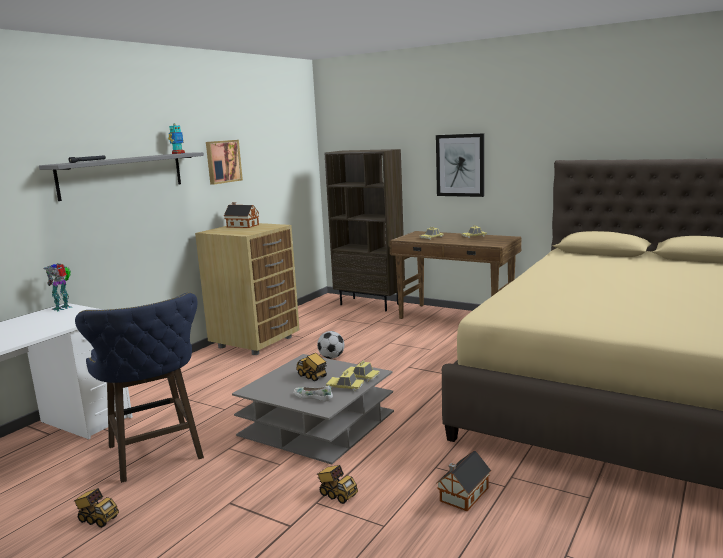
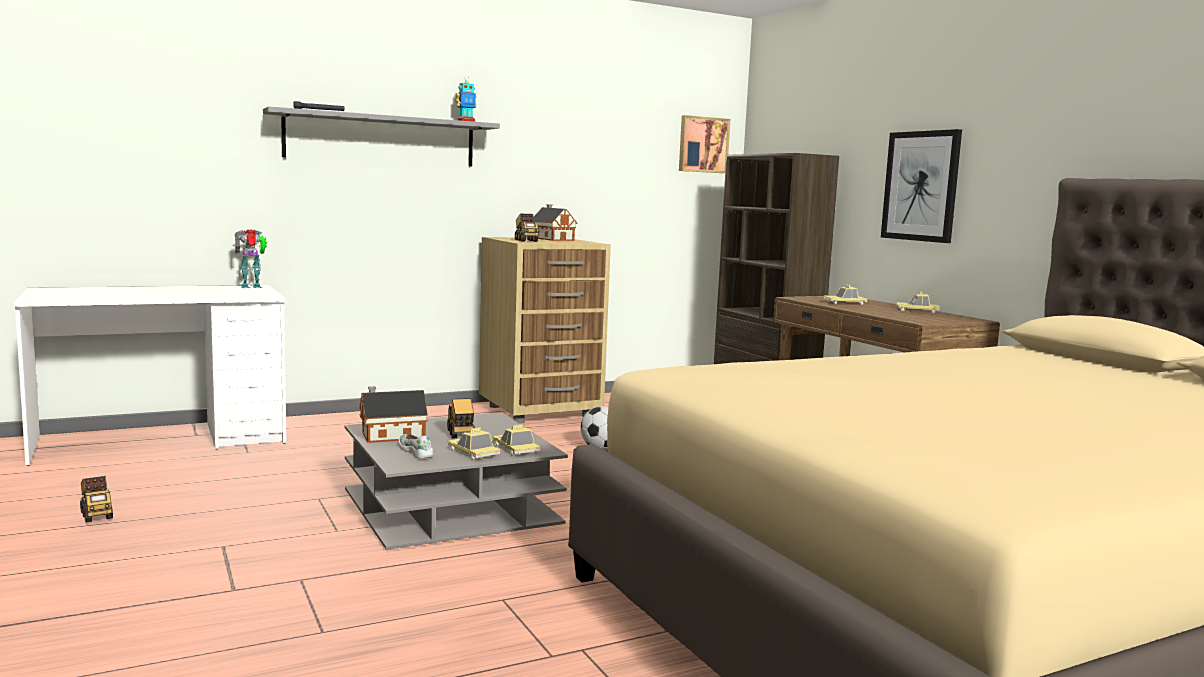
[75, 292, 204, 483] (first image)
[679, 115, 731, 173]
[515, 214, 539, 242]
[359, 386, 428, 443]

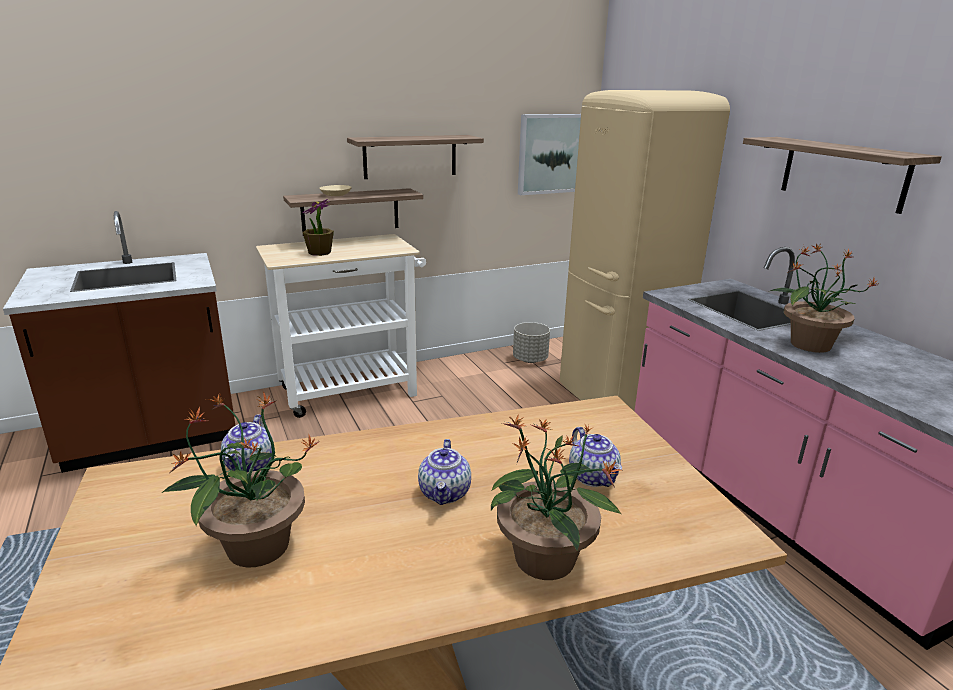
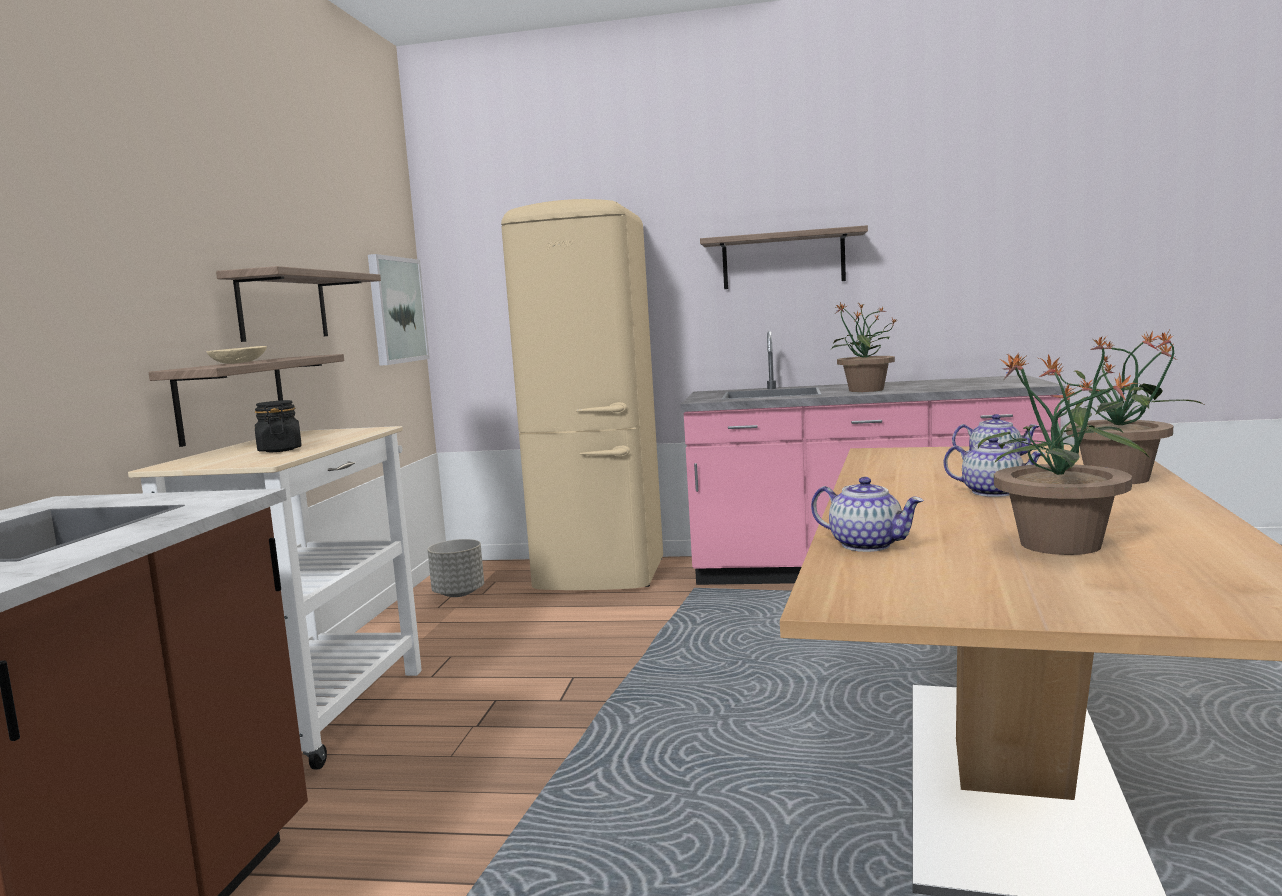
[255, 400, 301, 452]

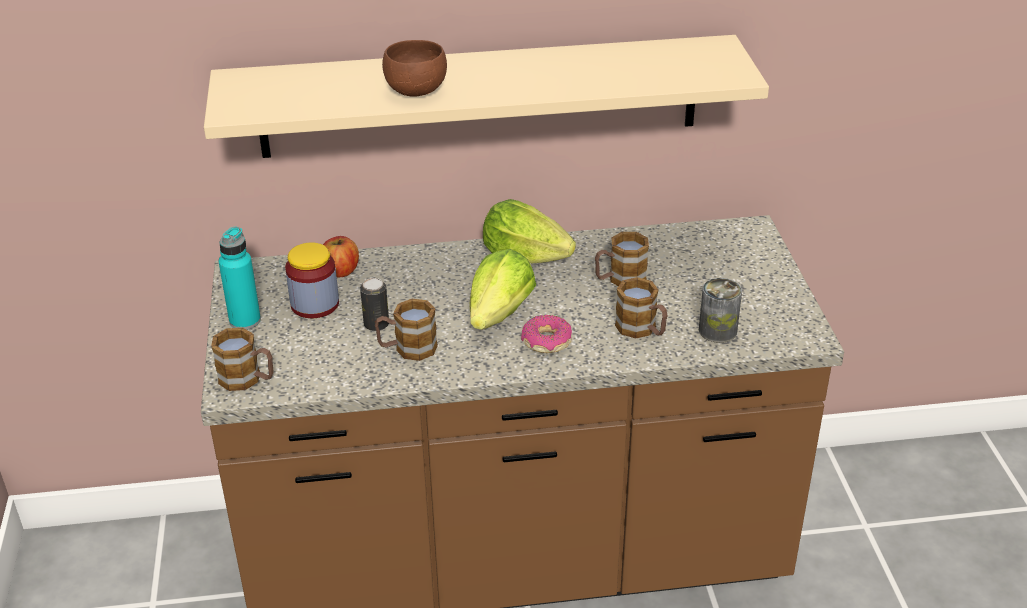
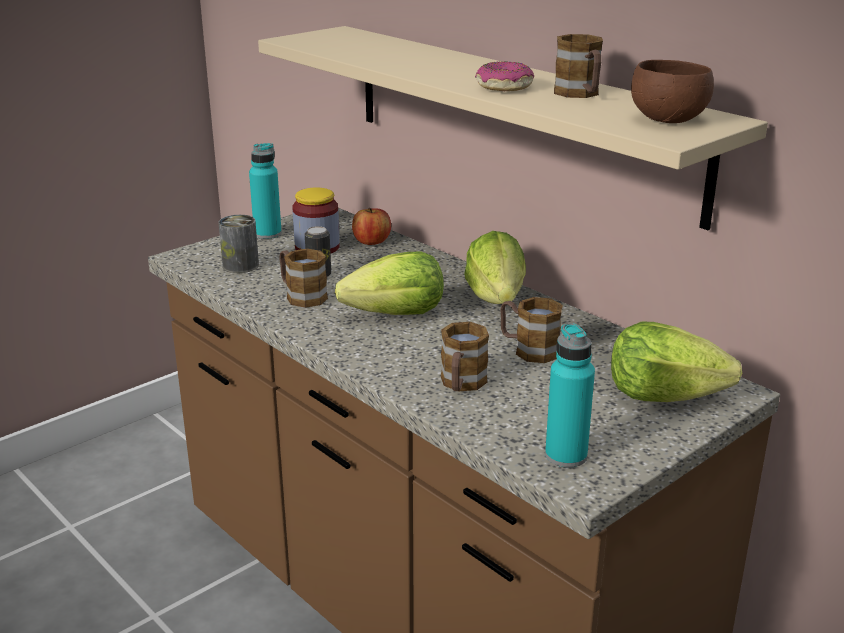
[545, 323, 595, 468]
[611, 321, 742, 402]
[554, 34, 603, 98]
[631, 60, 714, 123]
[475, 61, 534, 91]
[219, 215, 259, 273]

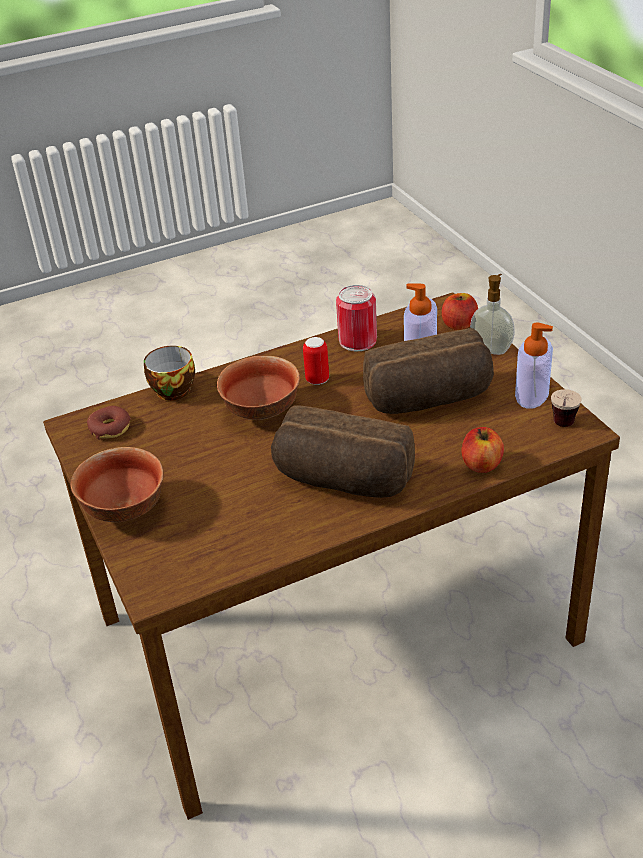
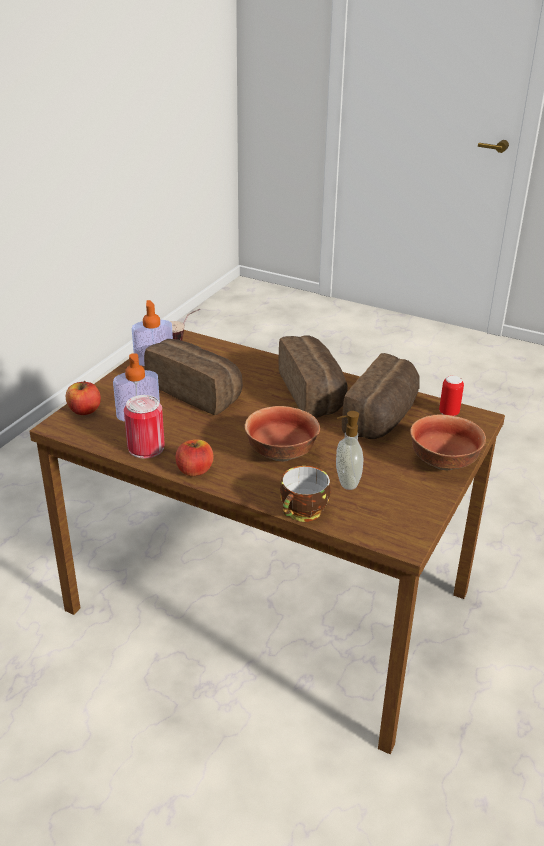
[87, 406, 131, 440] (first image)
[342, 353, 420, 439]
[439, 376, 464, 416]
[176, 439, 214, 476]
[336, 411, 363, 490]

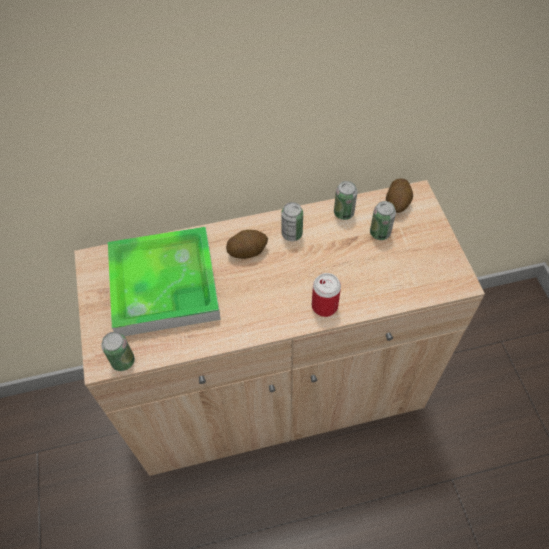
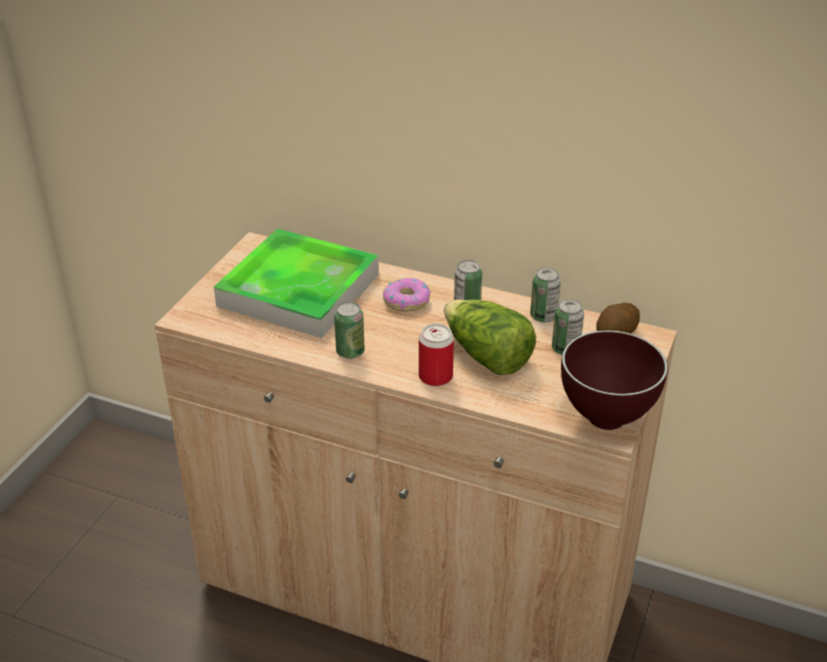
[444, 299, 536, 375]
[561, 330, 668, 430]
[334, 302, 365, 359]
[383, 278, 431, 312]

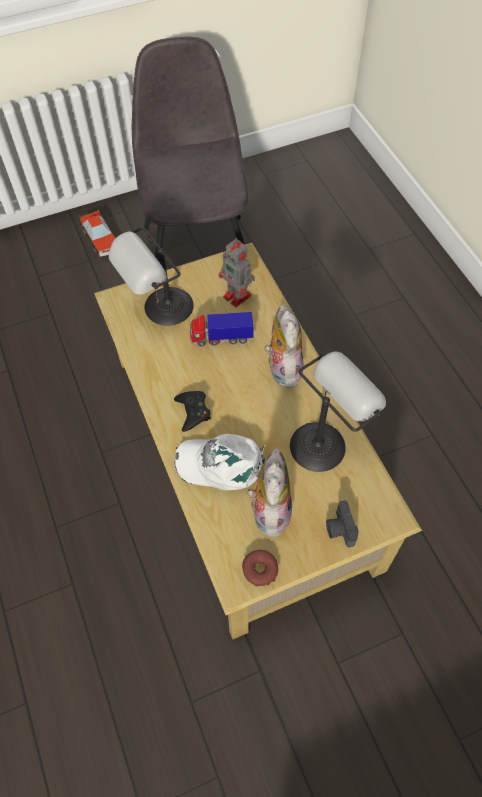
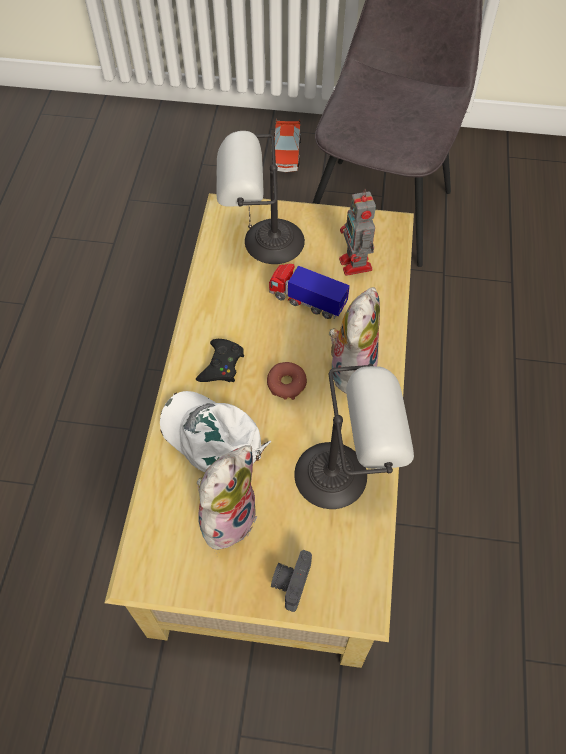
[267, 362, 307, 400]

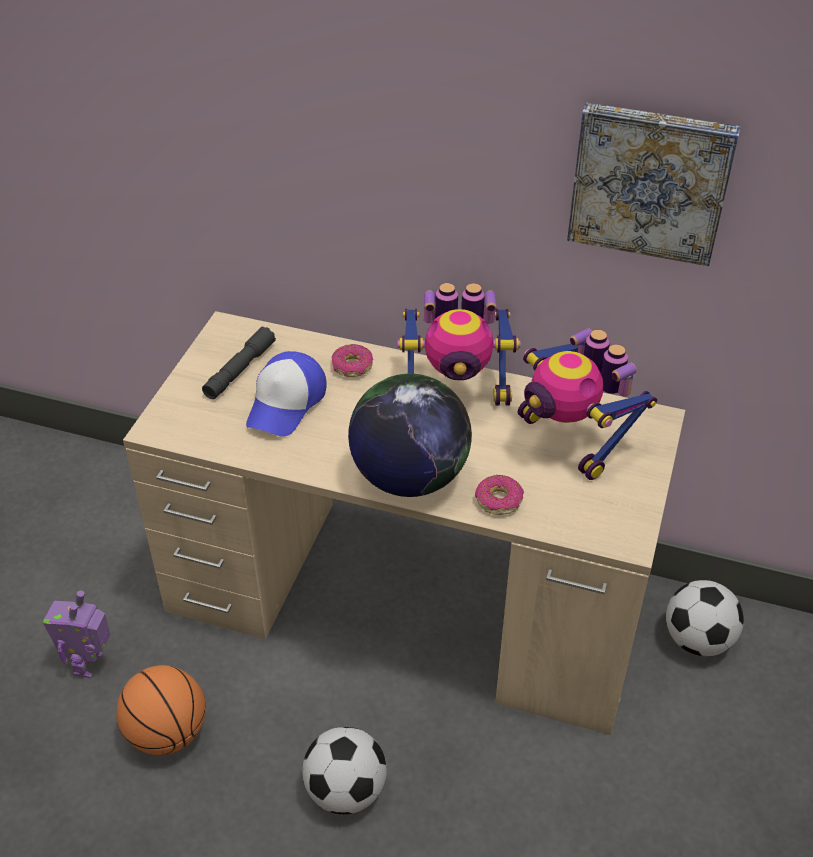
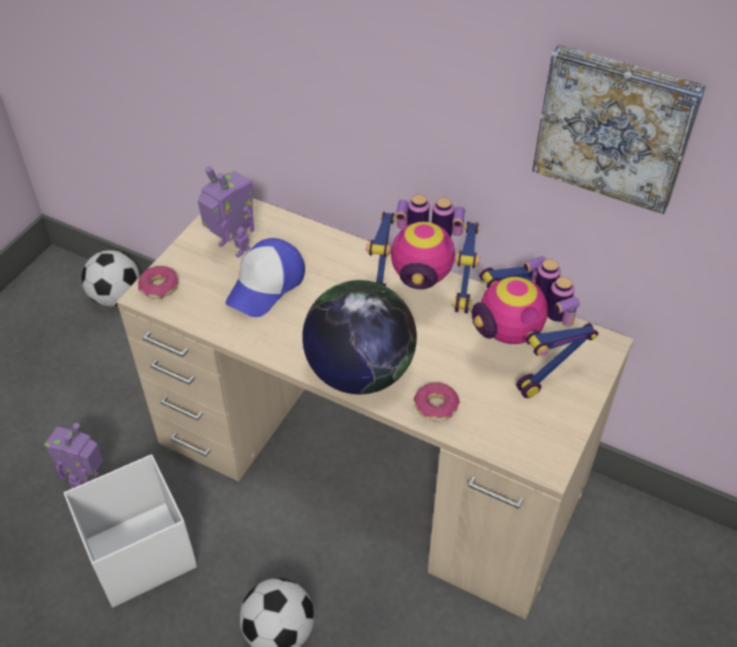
[138, 266, 178, 299]
[81, 250, 140, 307]
[64, 454, 197, 607]
[198, 166, 254, 258]

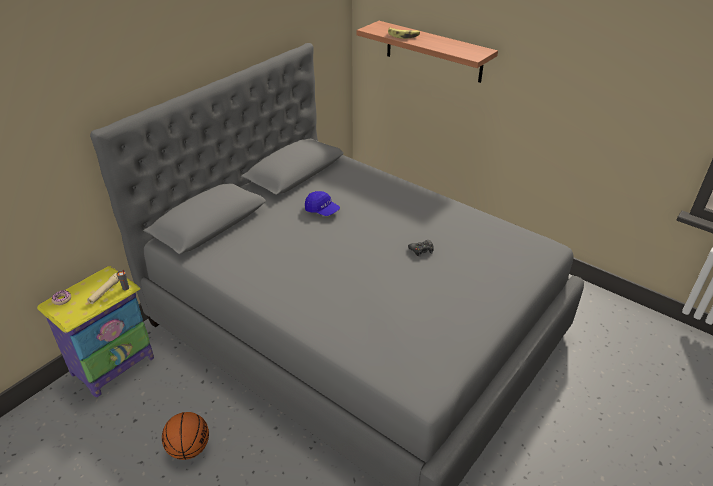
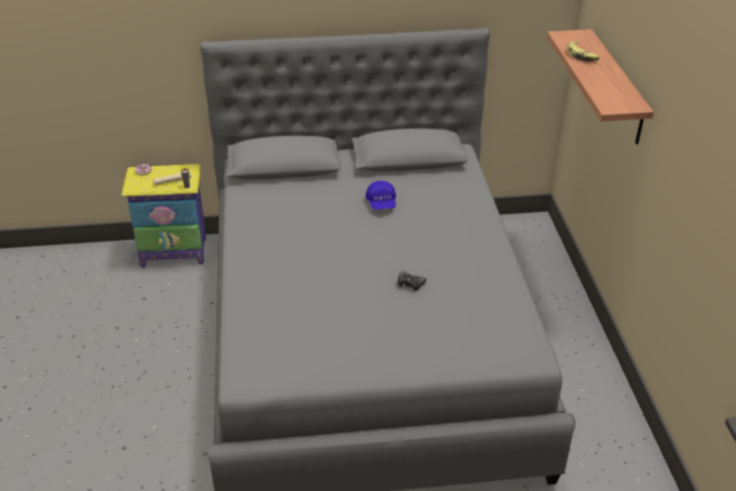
[162, 412, 209, 460] (first image)

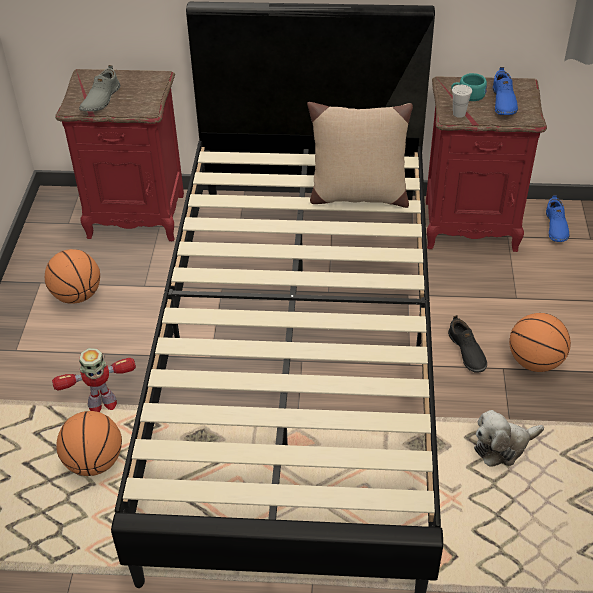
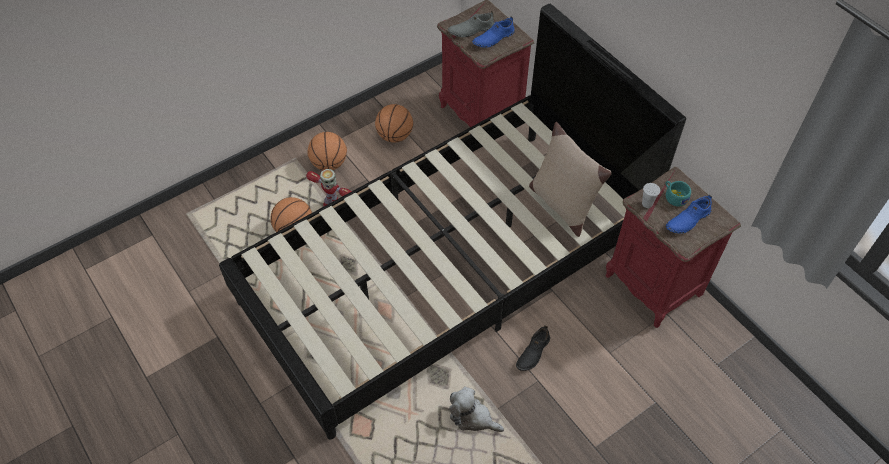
[307, 132, 347, 170]
[472, 17, 515, 48]

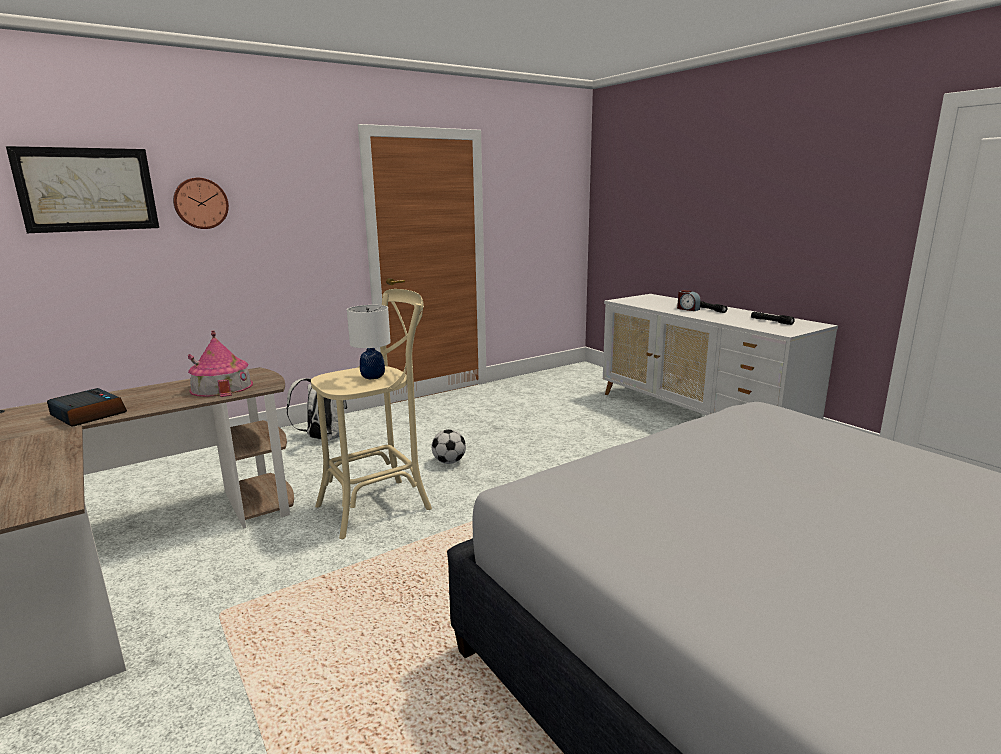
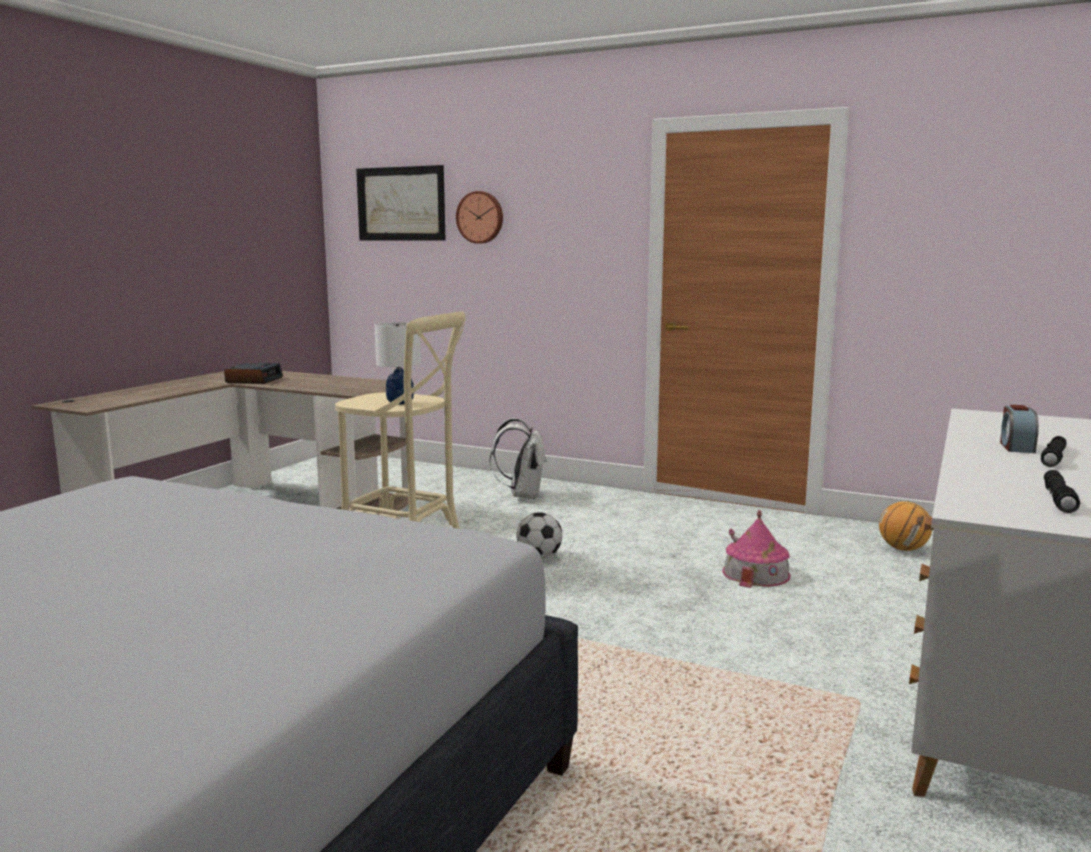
[879, 501, 932, 551]
[722, 510, 791, 588]

